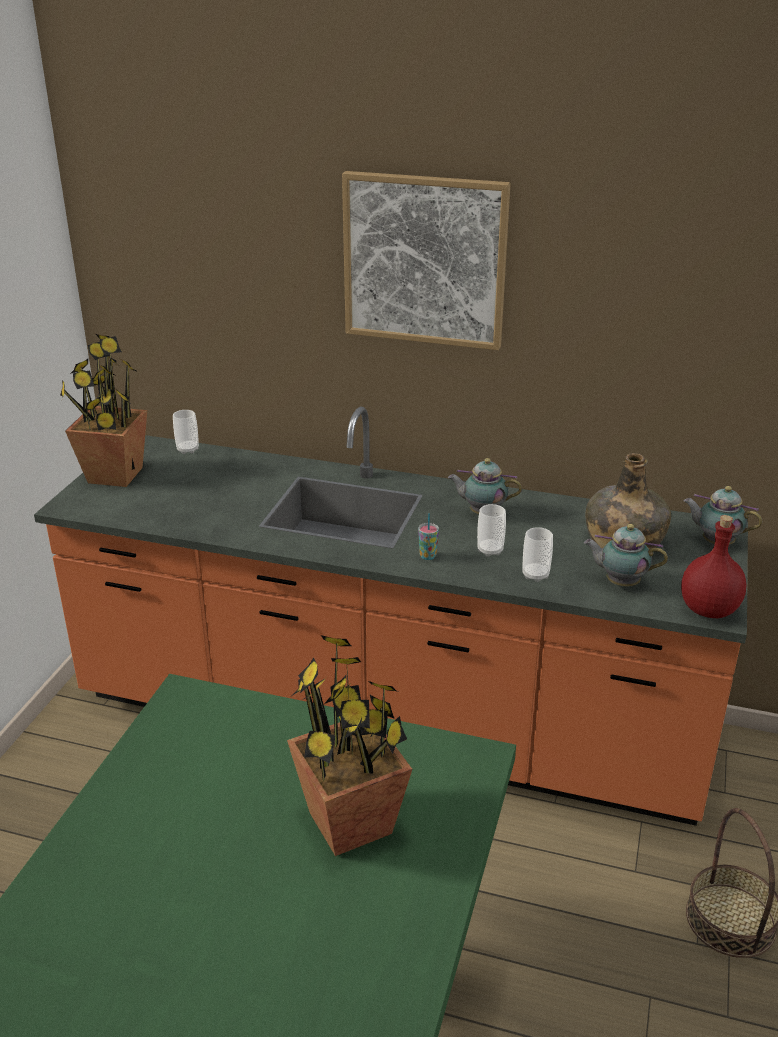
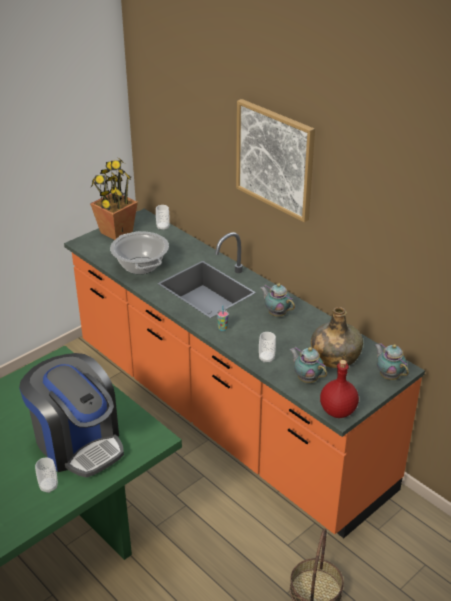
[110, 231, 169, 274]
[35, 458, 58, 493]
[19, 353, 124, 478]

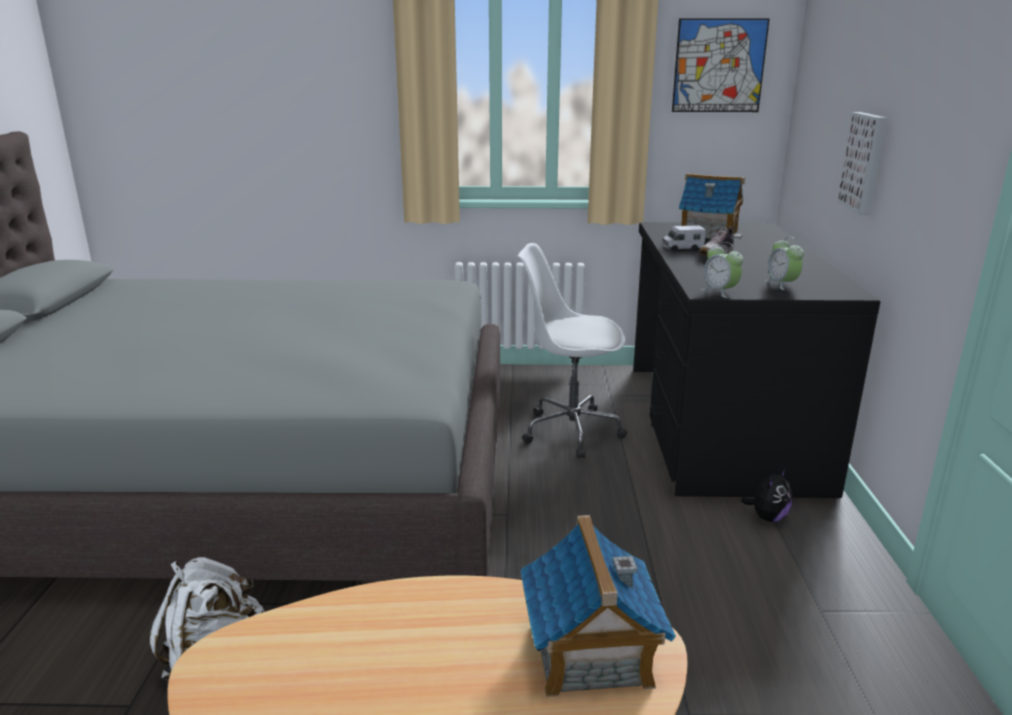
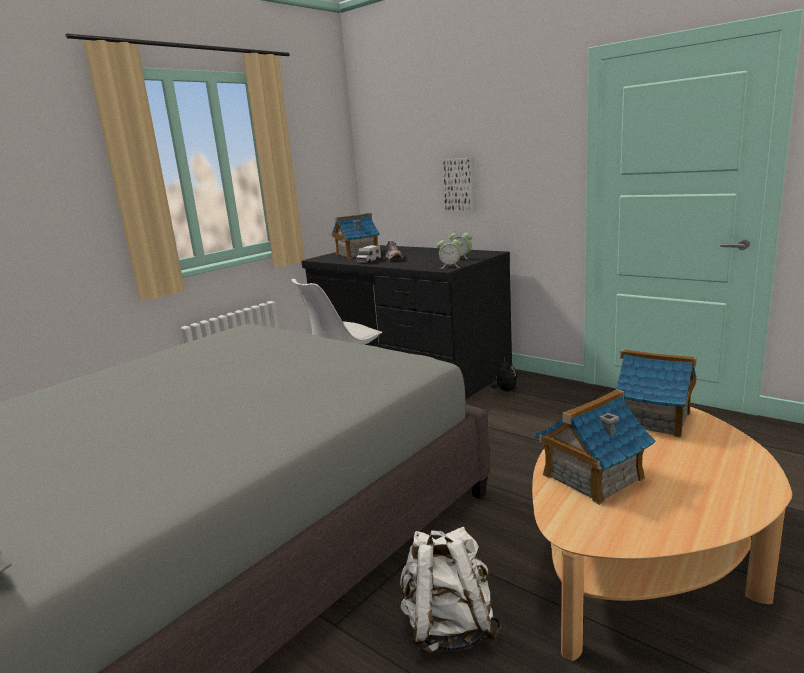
[672, 18, 770, 112] (first image)
[534, 389, 655, 505]

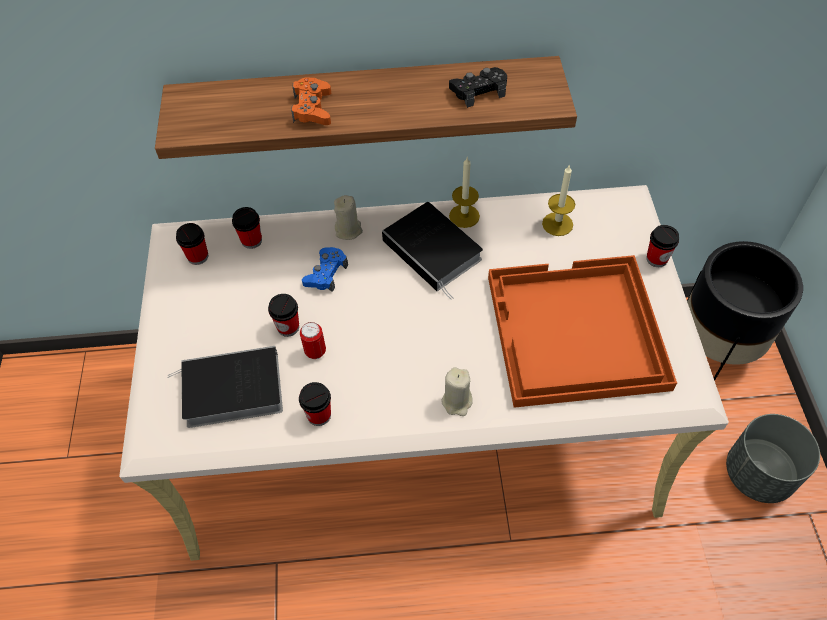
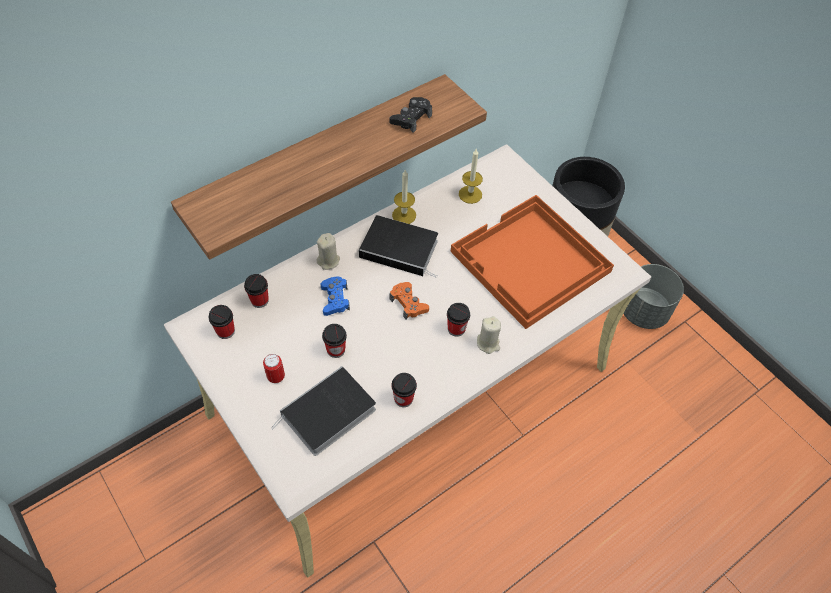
[389, 282, 429, 319]
[263, 354, 285, 383]
[447, 303, 470, 337]

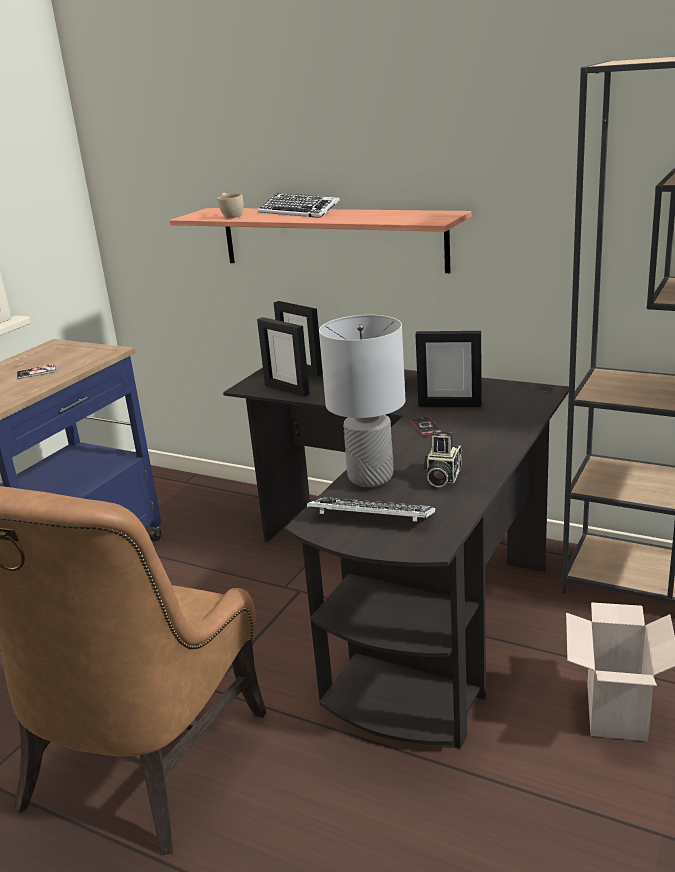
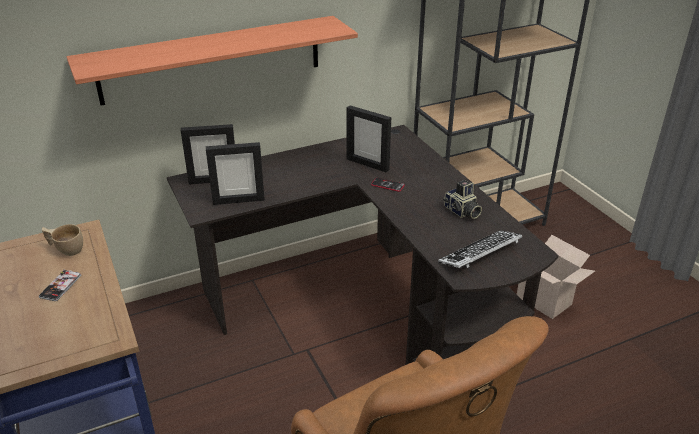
[258, 193, 340, 218] (first image)
[319, 315, 406, 487] (first image)
[42, 224, 83, 256]
[346, 106, 391, 172]

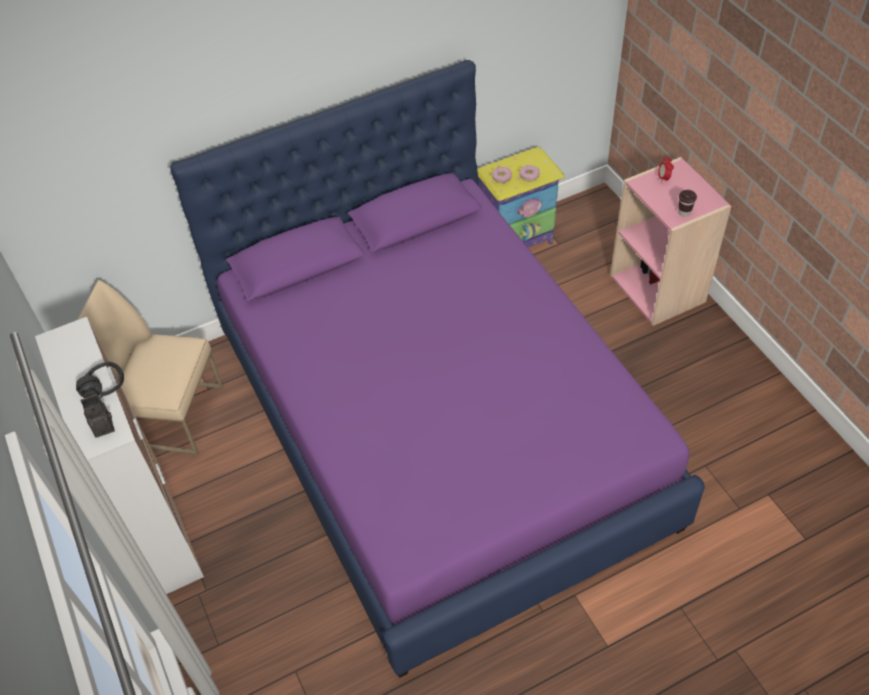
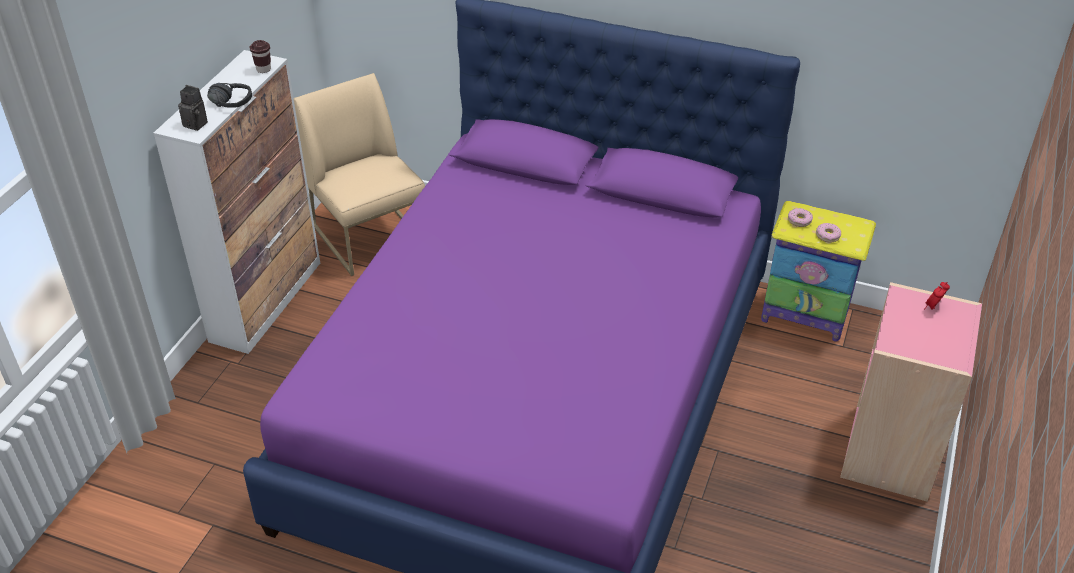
[250, 40, 271, 73]

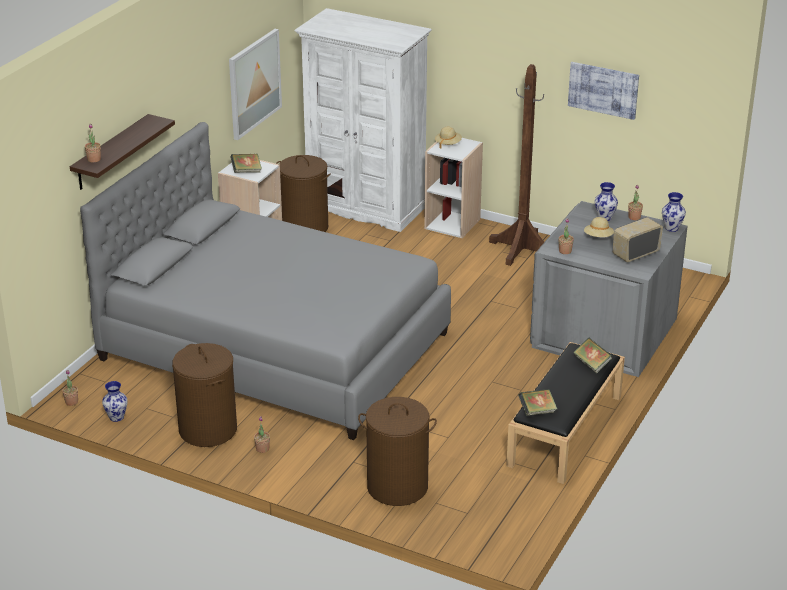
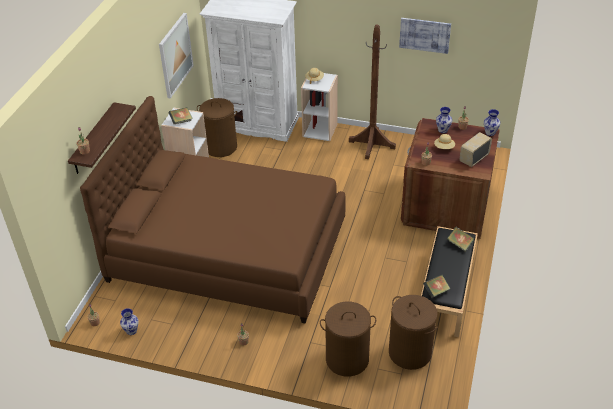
[389, 295, 438, 370]
[80, 96, 346, 323]
[401, 118, 500, 239]

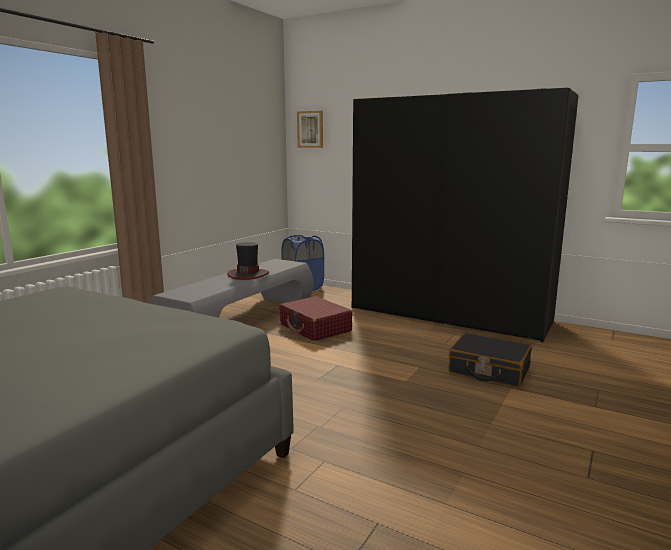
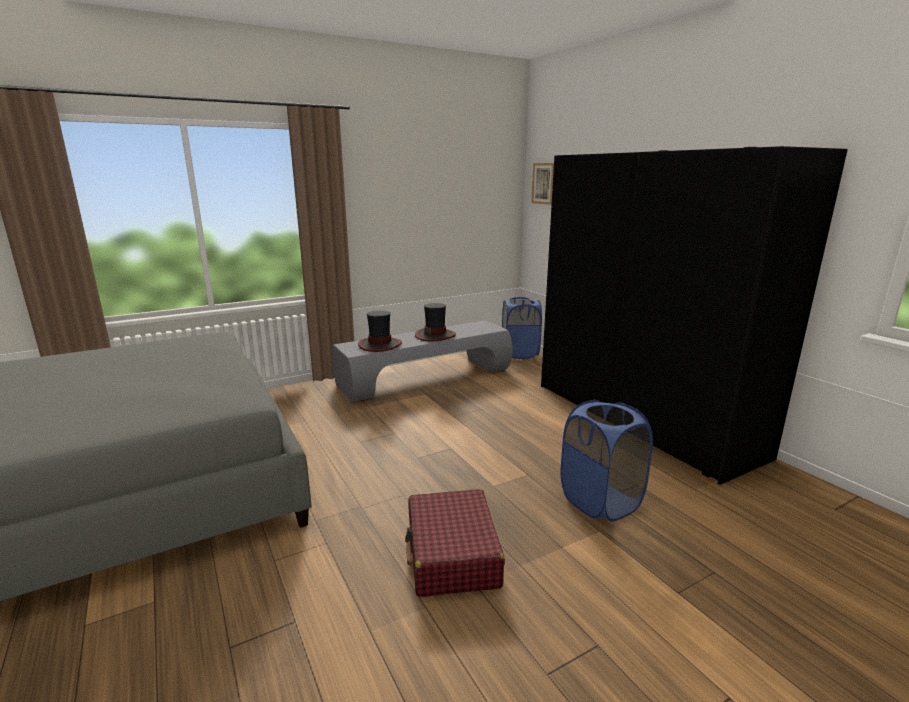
[358, 310, 402, 352]
[405, 489, 505, 597]
[561, 400, 653, 522]

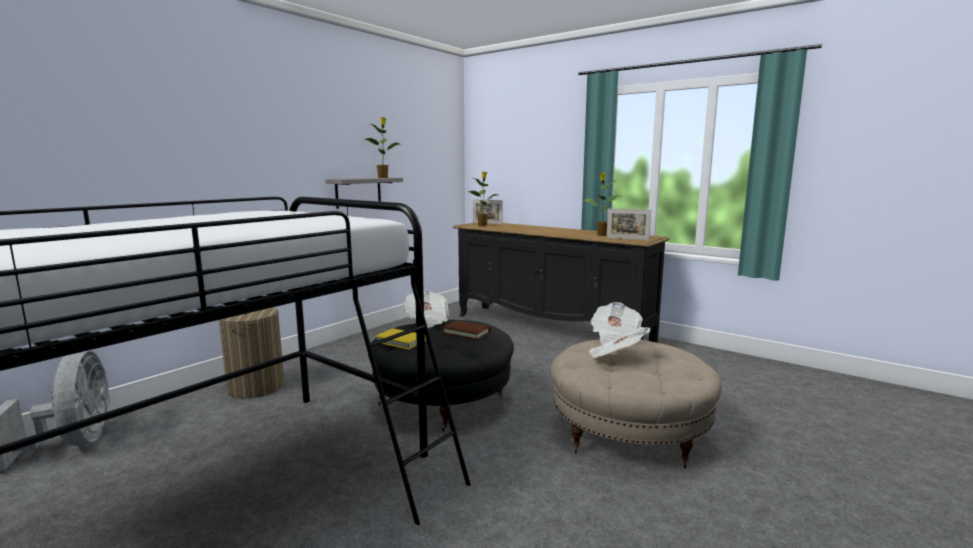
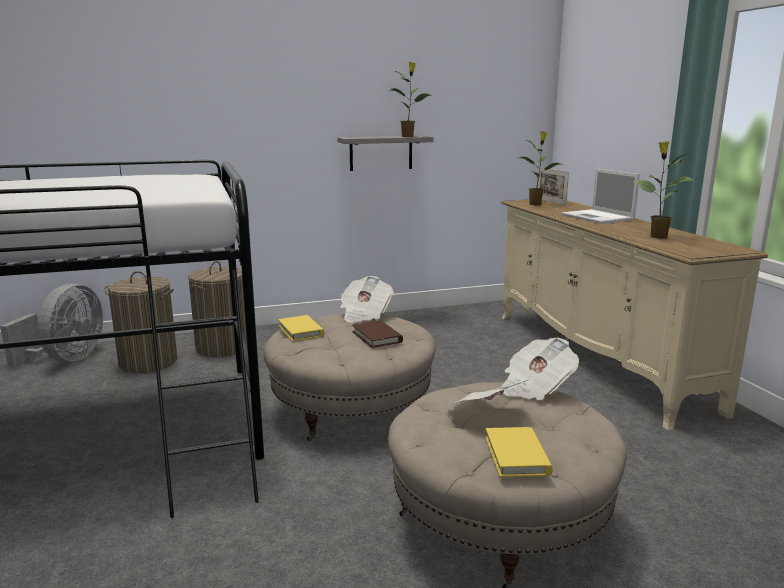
[606, 209, 651, 240] (first image)
[104, 271, 177, 373]
[485, 427, 553, 477]
[561, 169, 640, 224]
[263, 314, 436, 441]
[501, 199, 768, 430]

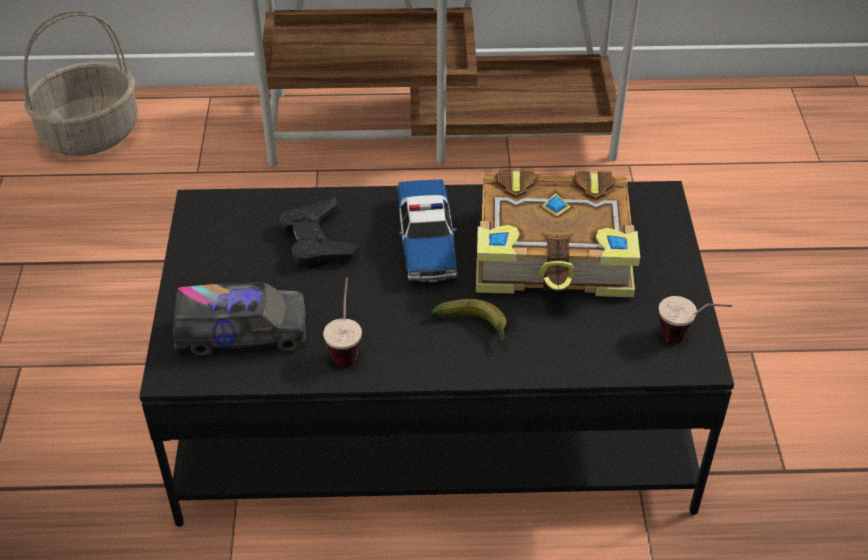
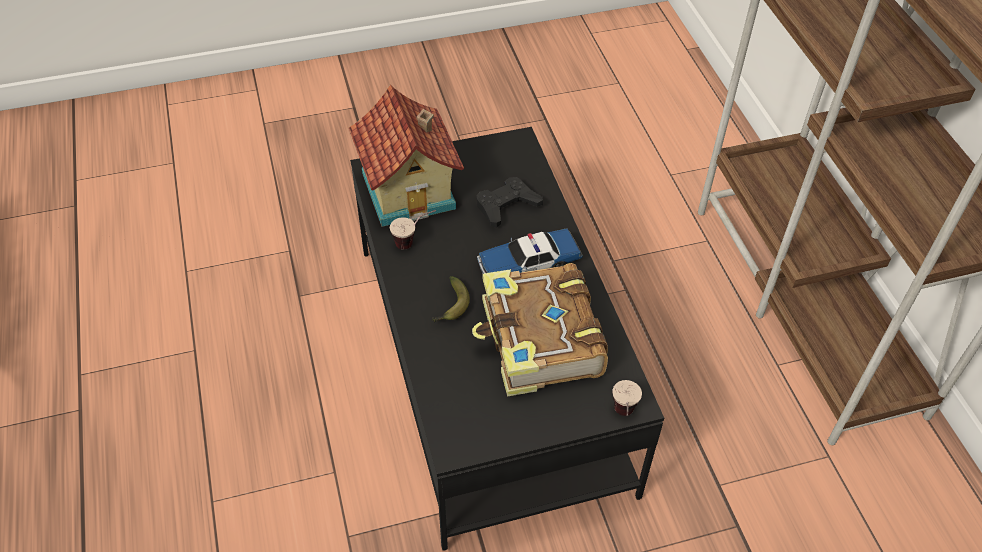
[23, 10, 138, 156] (first image)
[612, 380, 642, 416]
[349, 85, 464, 227]

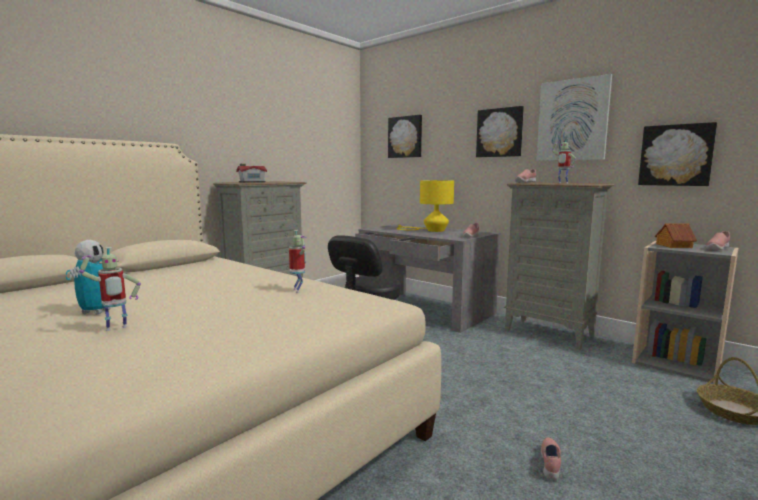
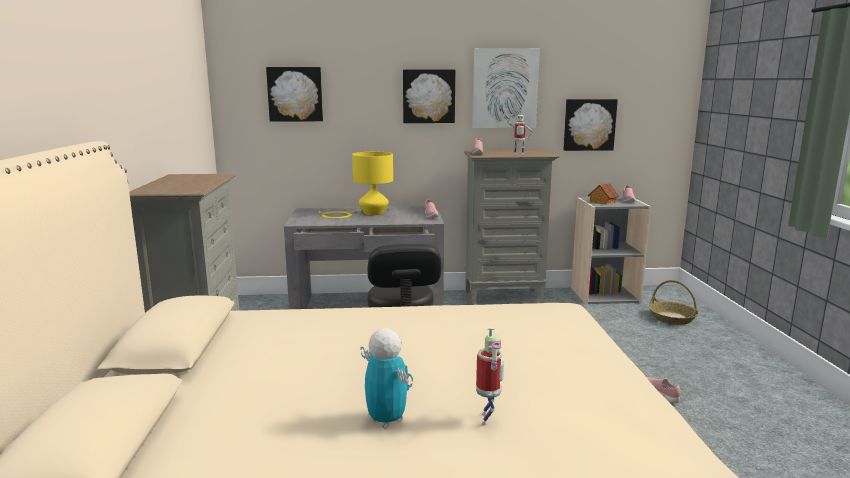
[236, 164, 267, 183] (first image)
[289, 230, 307, 293] (first image)

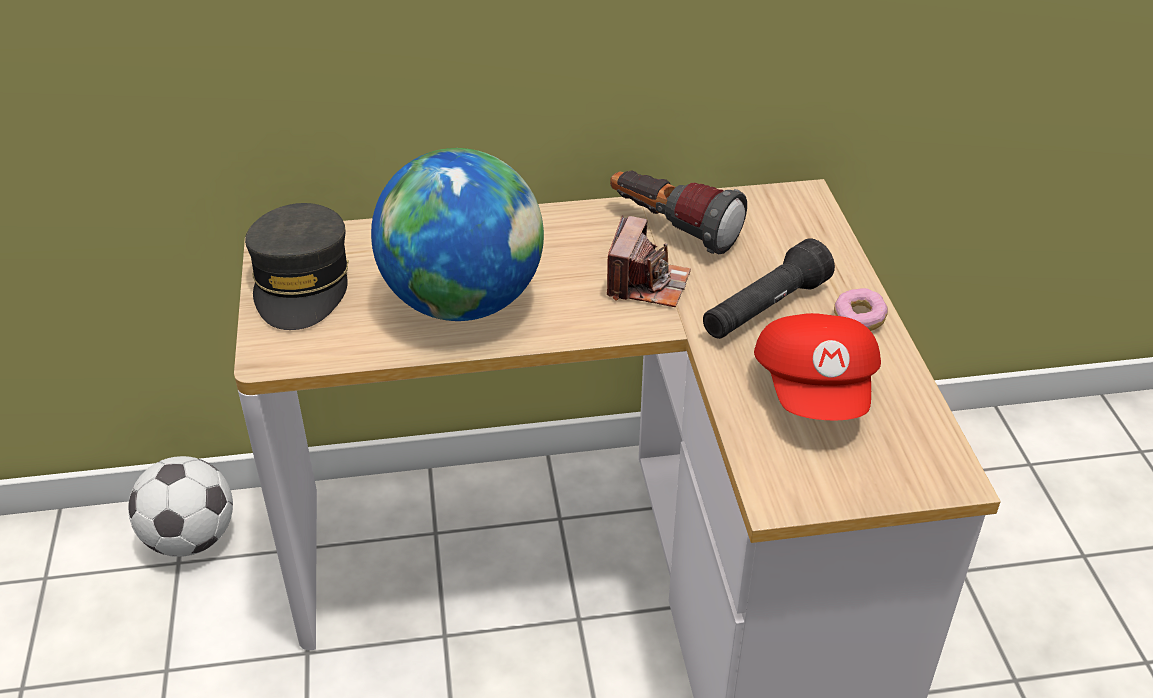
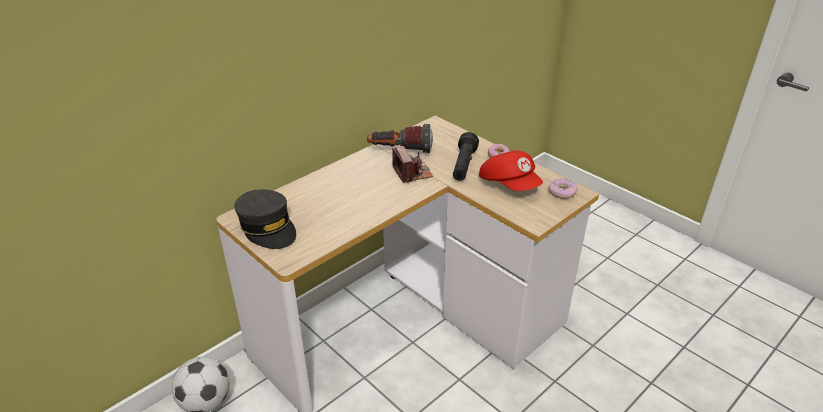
[371, 148, 544, 321] (first image)
[549, 179, 577, 199]

